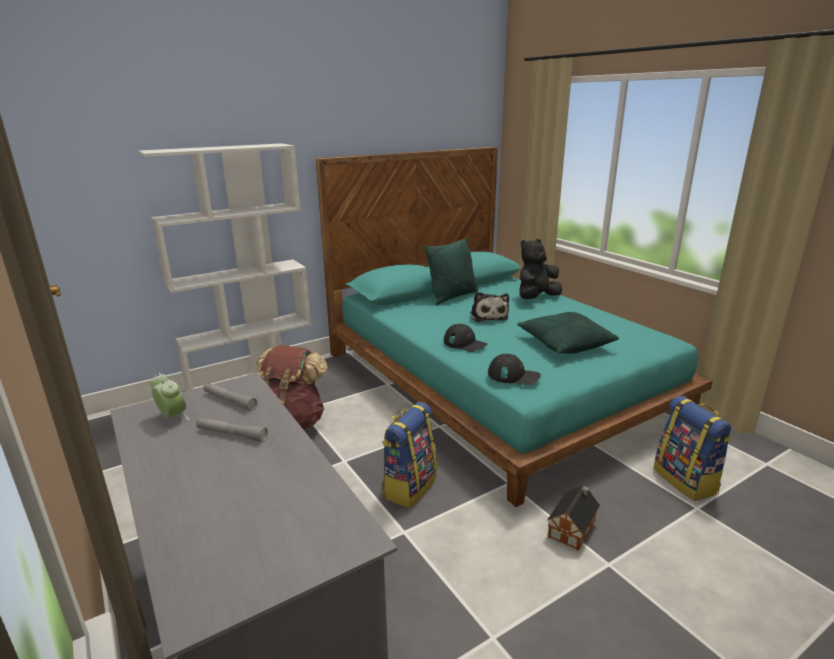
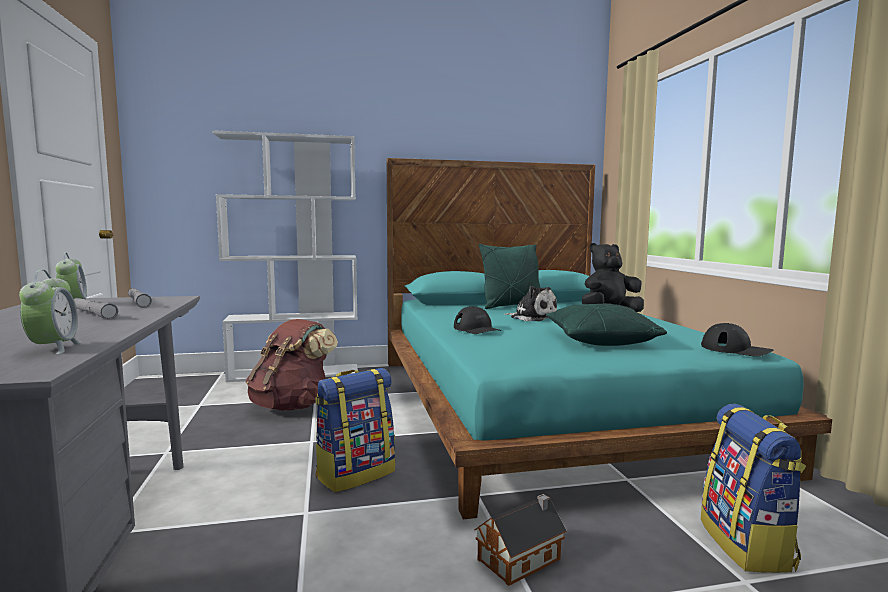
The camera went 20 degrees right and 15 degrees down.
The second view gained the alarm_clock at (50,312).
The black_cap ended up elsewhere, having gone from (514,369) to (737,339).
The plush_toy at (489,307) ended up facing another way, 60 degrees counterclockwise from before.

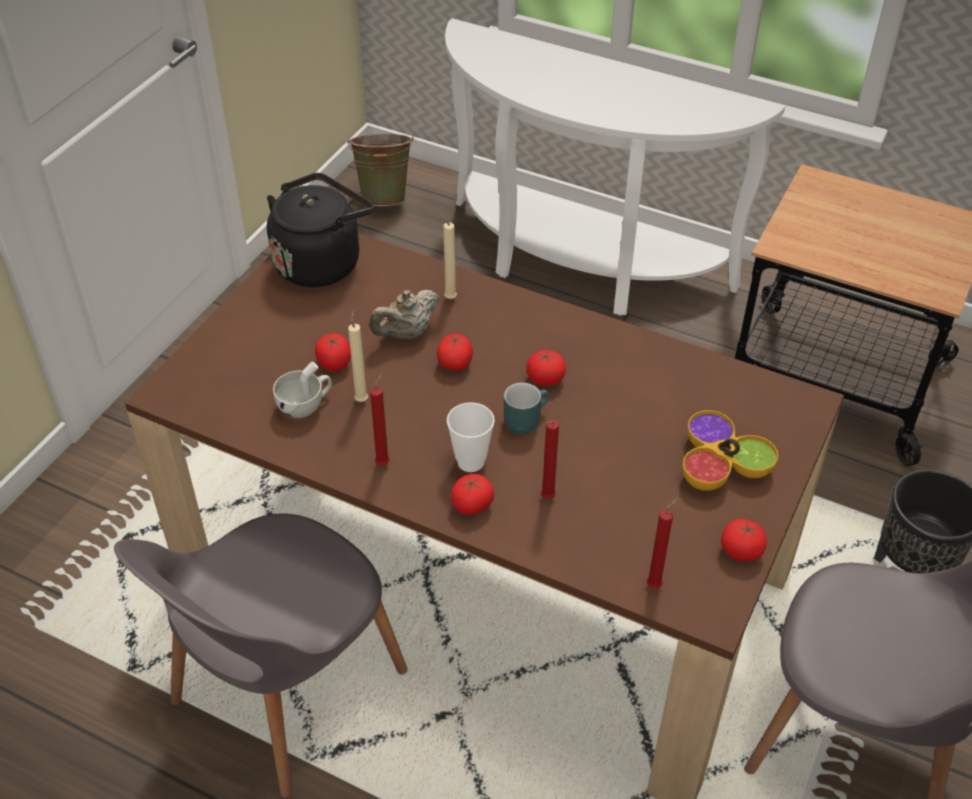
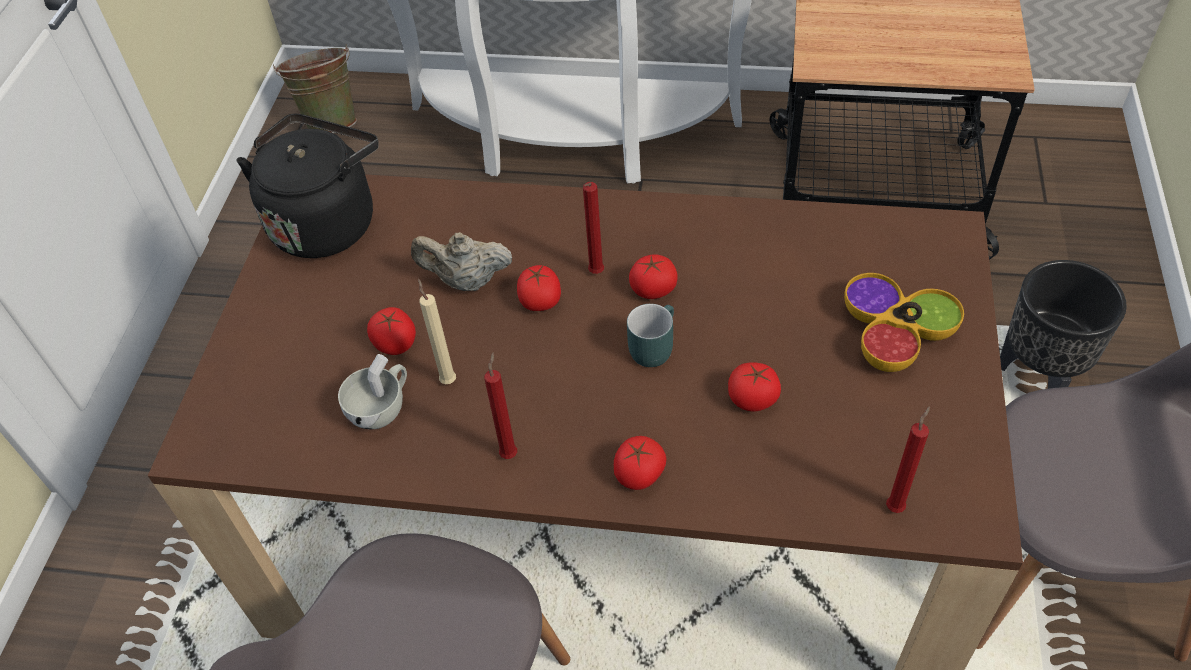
The camera went 15 degrees left and 5 degrees up.
The second view lost the beige_candle at (448,256).
The second view lost the cup at (471,437).
The red_candle ended up elsewhere, having gone from (550,459) to (593,228).
The tomato ended up elsewhere, having gone from (744,540) to (754,386).
The beige_teapot at (404,314) ended up facing another way, 60 degrees clockwise from before.

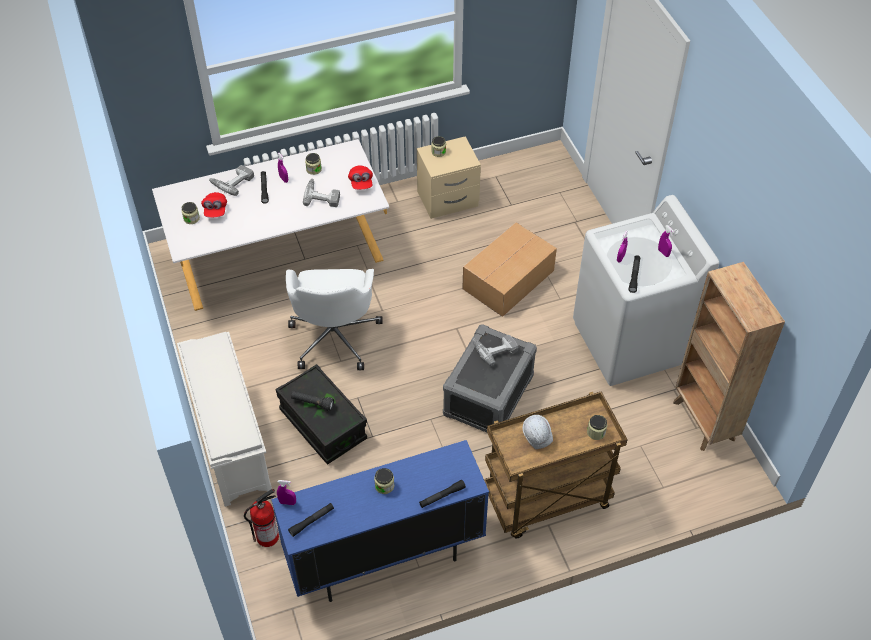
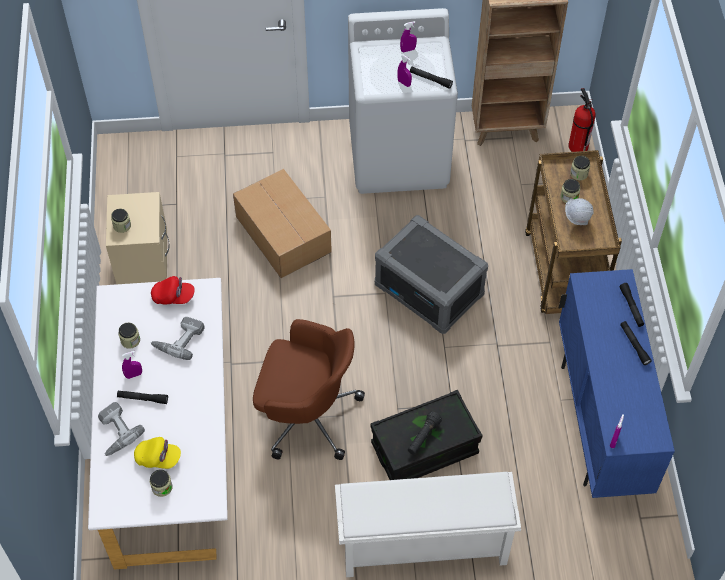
The camera went 75 degrees left and 5 degrees up.
The second view lost the power_drill at (495,350).
The fire_extinguisher ended up elsewhere, having gone from (261,518) to (582,120).
The black_flashlight ended up elsewhere, having gone from (311,520) to (636,343).
The jar ended up elsewhere, having gone from (384,481) to (570,191).
What was the red_cap at (214,205) turned into the yellow_cap at (157,453).
What was the white_office_chair at (334,319) turned into the brown_office_chair at (309,389).

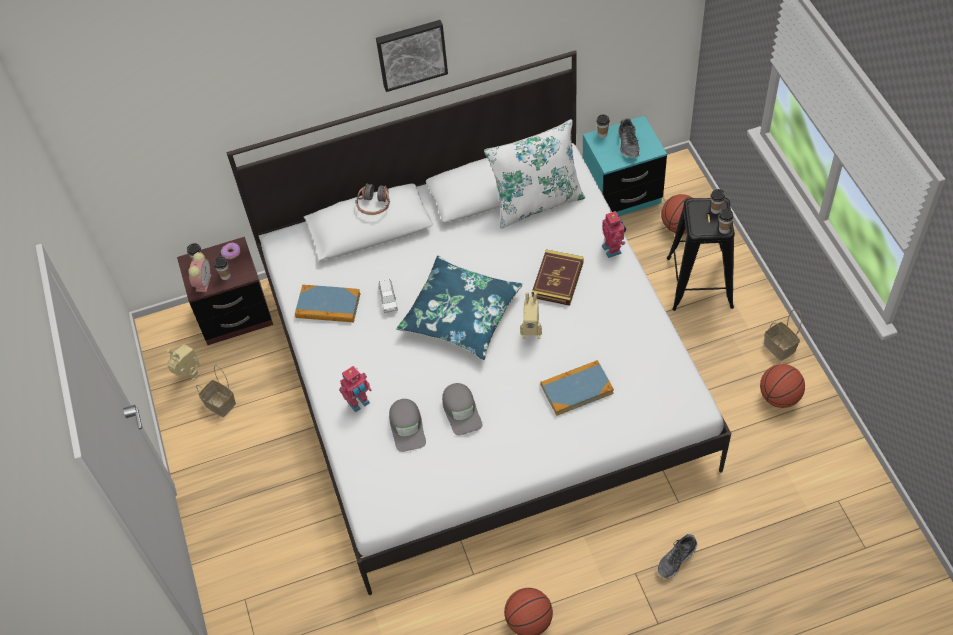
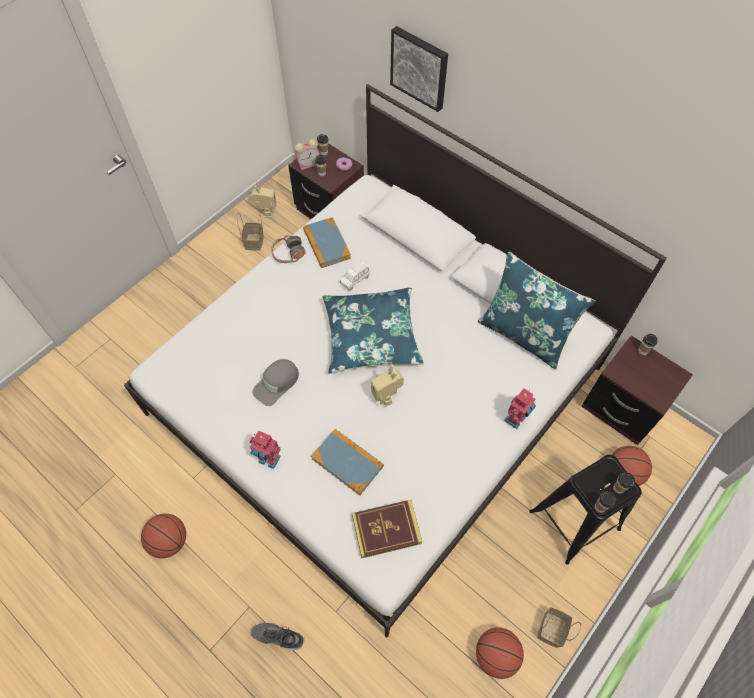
The camera went 55 degrees right and 5 degrees up.
The second view lost the grey_cap at (407,425).
The second view lost the shoe at (629,138).
The toy_robot ended up elsewhere, having gone from (355,389) to (265,449).
The headphones ended up elsewhere, having gone from (372,199) to (288,249).
The picture ended up elsewhere, having gone from (412,56) to (419,69).
The book ended up elsewhere, having gone from (558,277) to (387,529).
What was the white_pillow at (534,174) turned into the blue_pillow at (536,311).
What was the turquoise_nightstand at (625,166) turned into the brown_nightstand at (637,390).

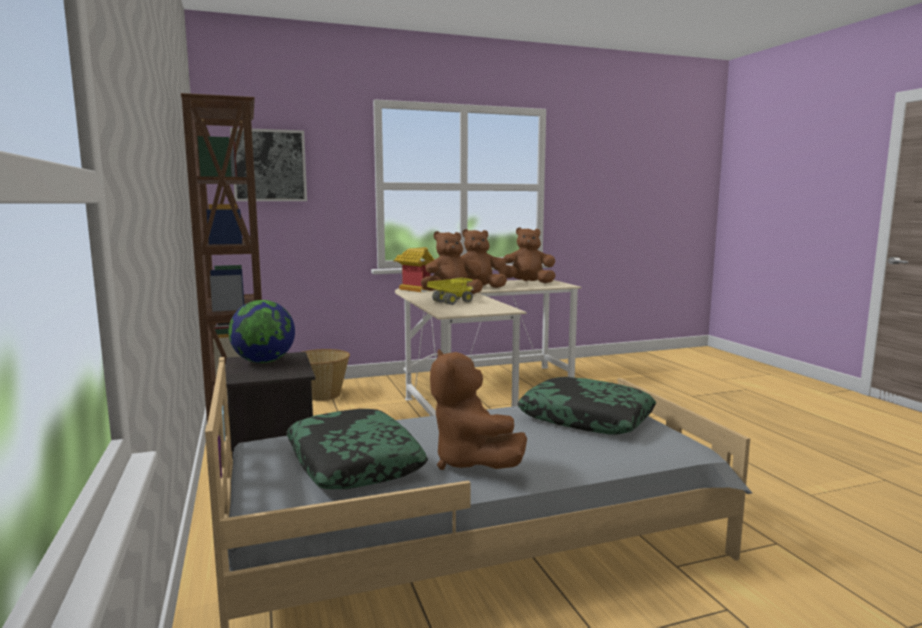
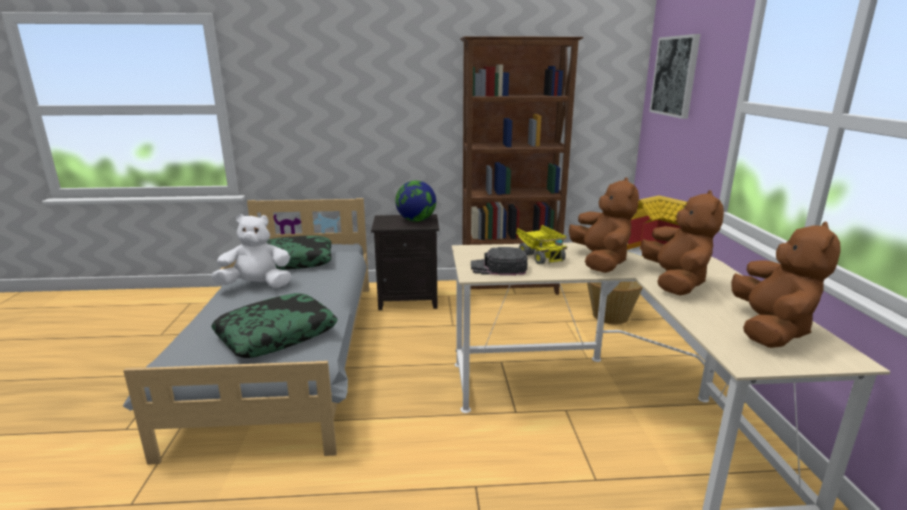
The camera went 105 degrees right and 10 degrees up.
The second view gained the black_cap at (499,261).
What was the brown_plush_toy at (478,409) turned into the white_plush_toy at (251,251).

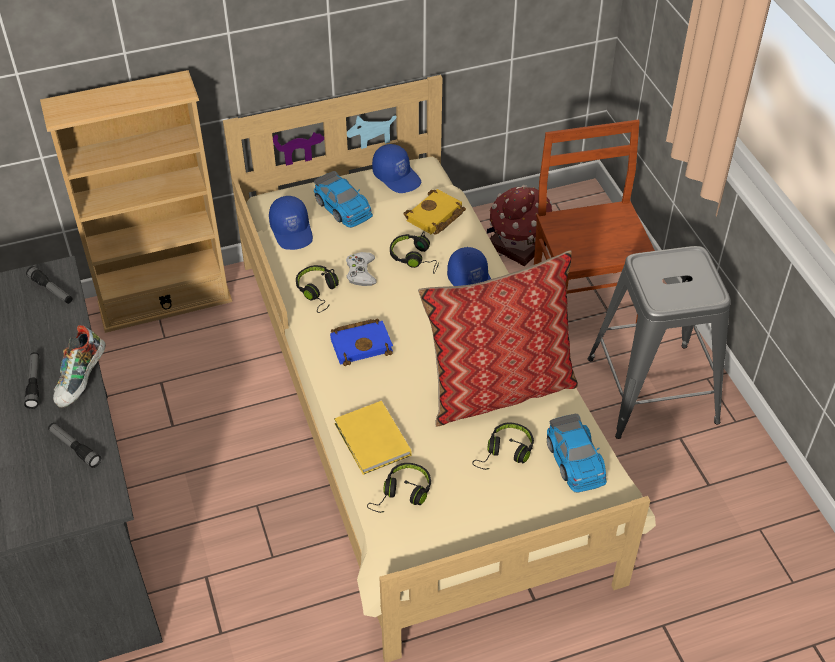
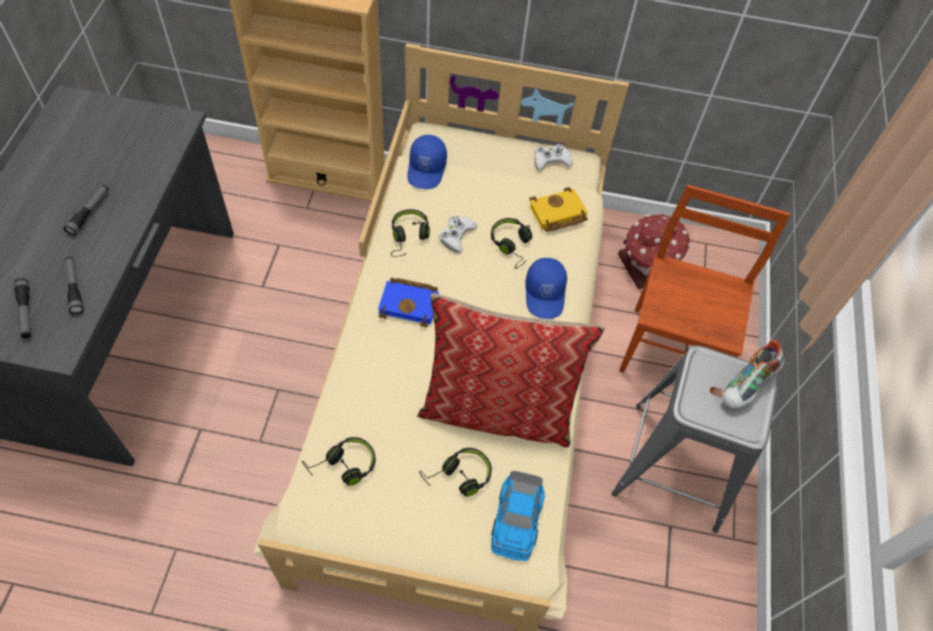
The camera went 25 degrees right and 10 degrees up.
The second view lost the toy_car at (343,199).
The second view lost the yellow_book at (373,438).
The flashlight ended up elsewhere, having gone from (49,285) to (22,308).
The shoe ended up elsewhere, having gone from (79,366) to (753,374).
Where the blue_cap stood at (396,168), the white_game_controller came to stand at (554,157).

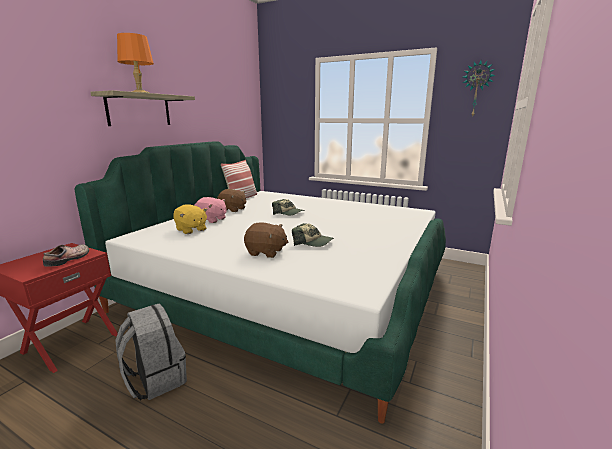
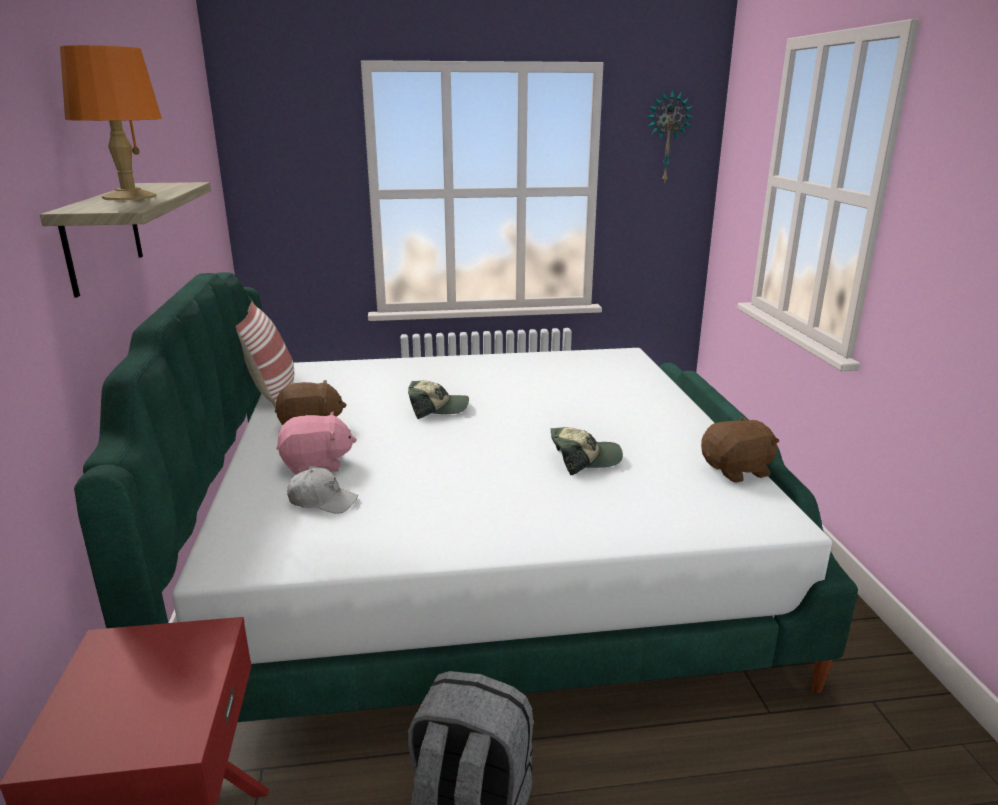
The camera went 35 degrees left and 5 degrees up.
The second view lost the shoe at (66,255).
The brown_plush_toy ended up elsewhere, having gone from (266,240) to (740,449).
Where the yellow_plush_toy stood at (190,219), the white_cap came to stand at (322,491).

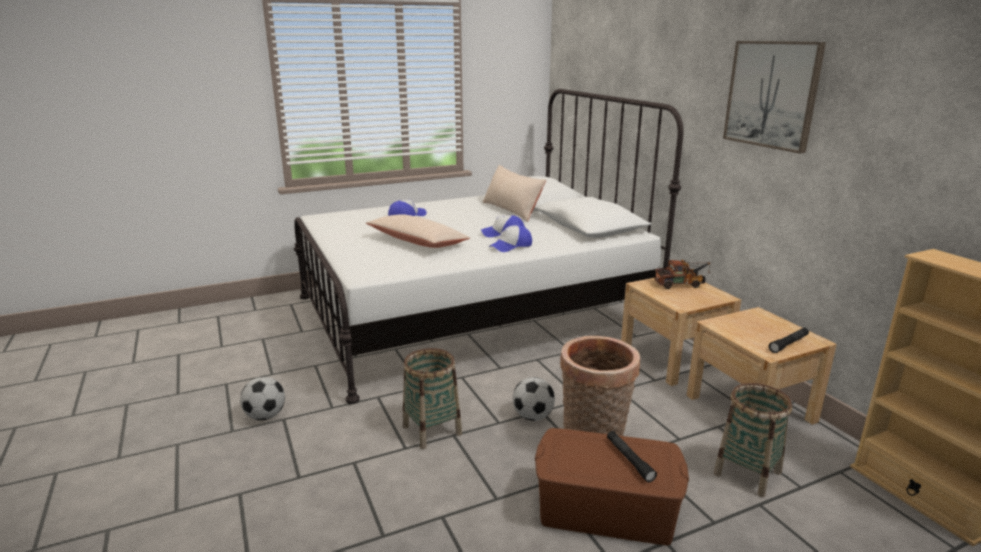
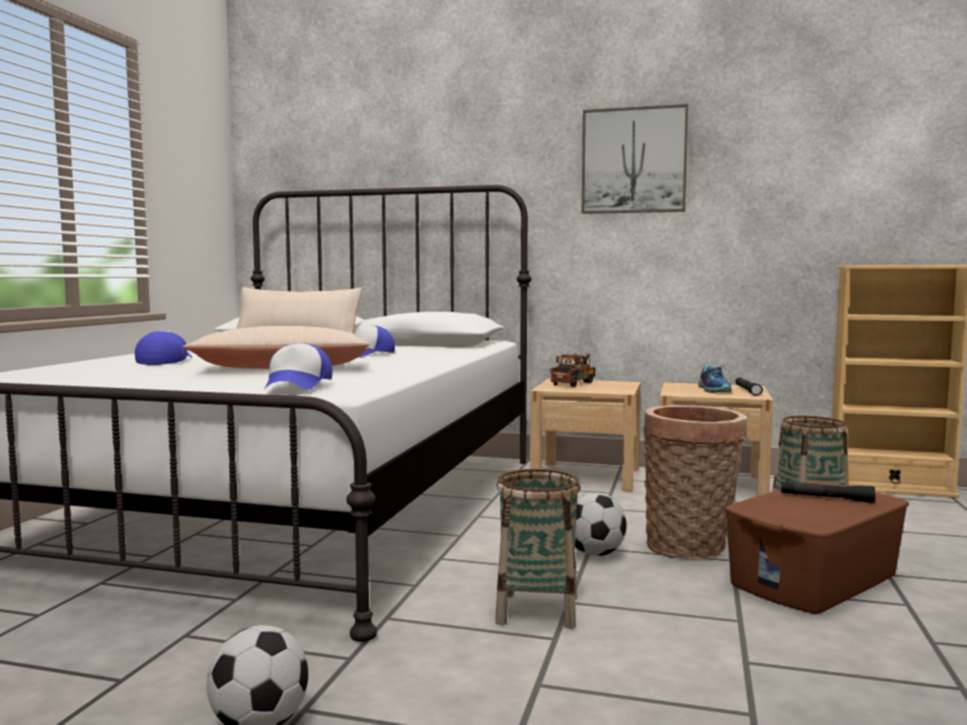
The camera went 50 degrees left and 15 degrees down.
The second view gained the shoe at (715,378).
The cap ended up elsewhere, having gone from (510,238) to (298,366).

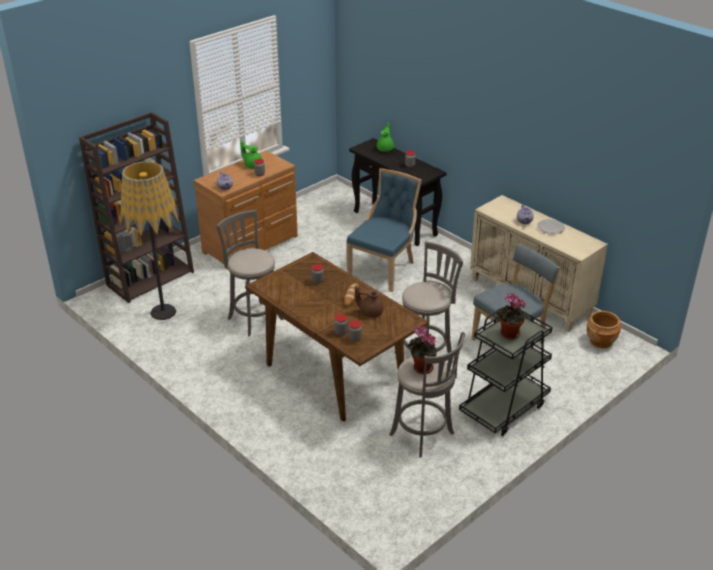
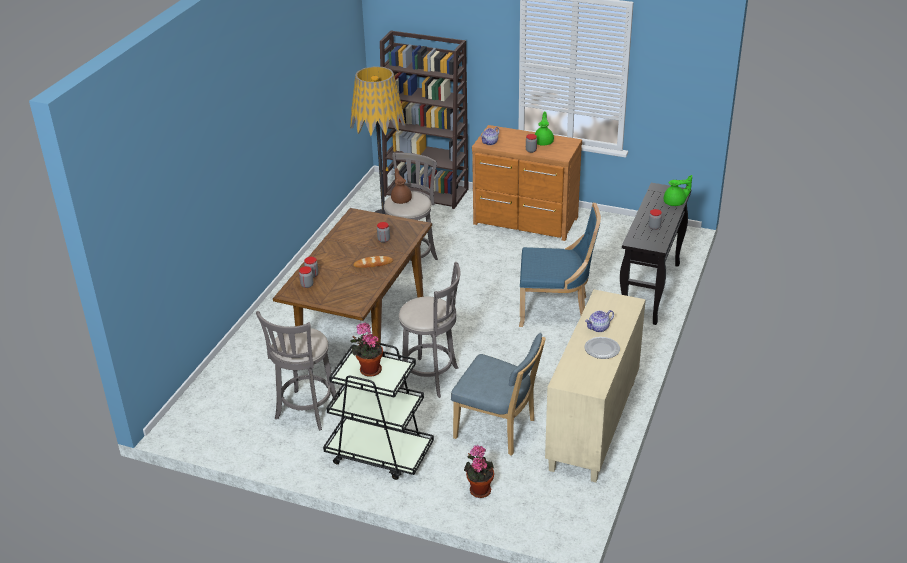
The camera went 65 degrees right and 0 degrees up.
The second view lost the brown_planter at (604,329).
The brown_teapot ended up elsewhere, having gone from (369,302) to (401,186).
The potted_plant ended up elsewhere, having gone from (422,349) to (479,471).

